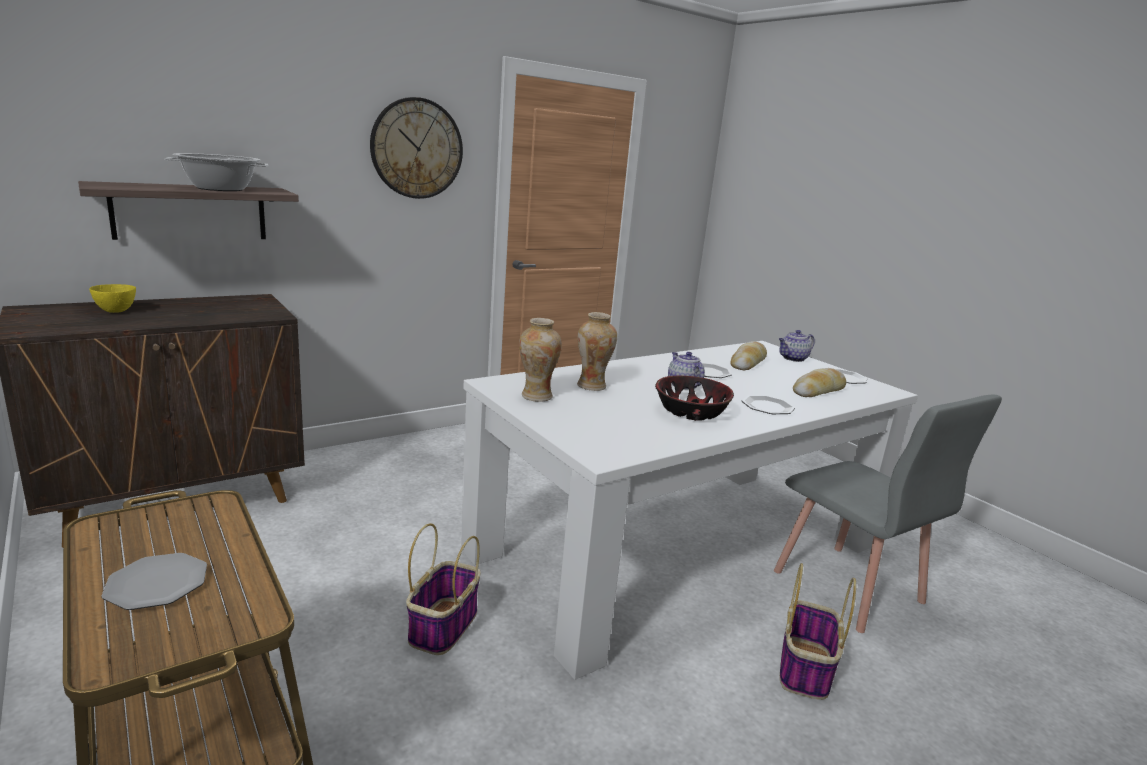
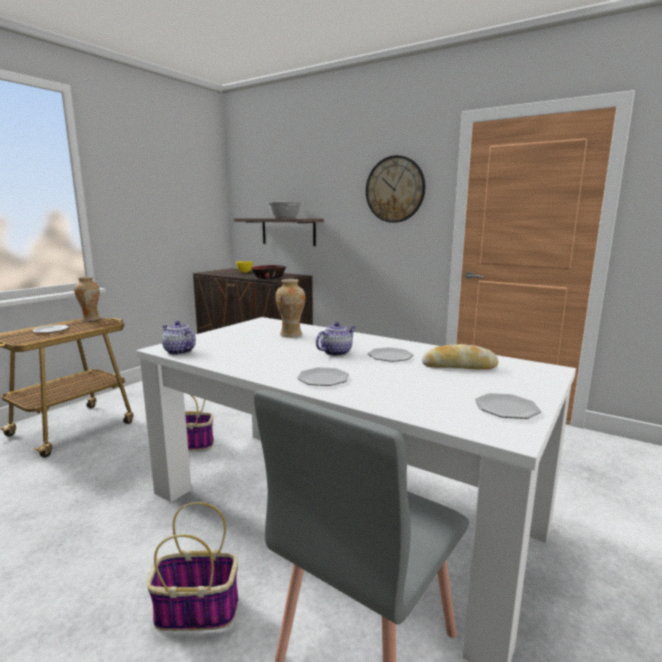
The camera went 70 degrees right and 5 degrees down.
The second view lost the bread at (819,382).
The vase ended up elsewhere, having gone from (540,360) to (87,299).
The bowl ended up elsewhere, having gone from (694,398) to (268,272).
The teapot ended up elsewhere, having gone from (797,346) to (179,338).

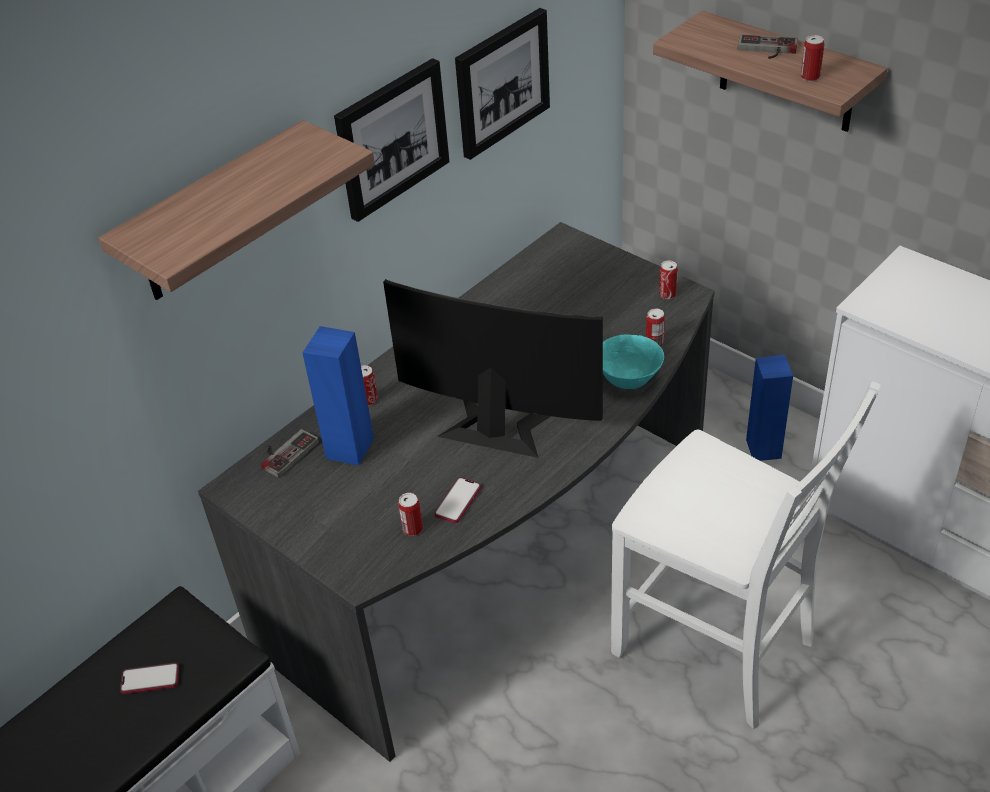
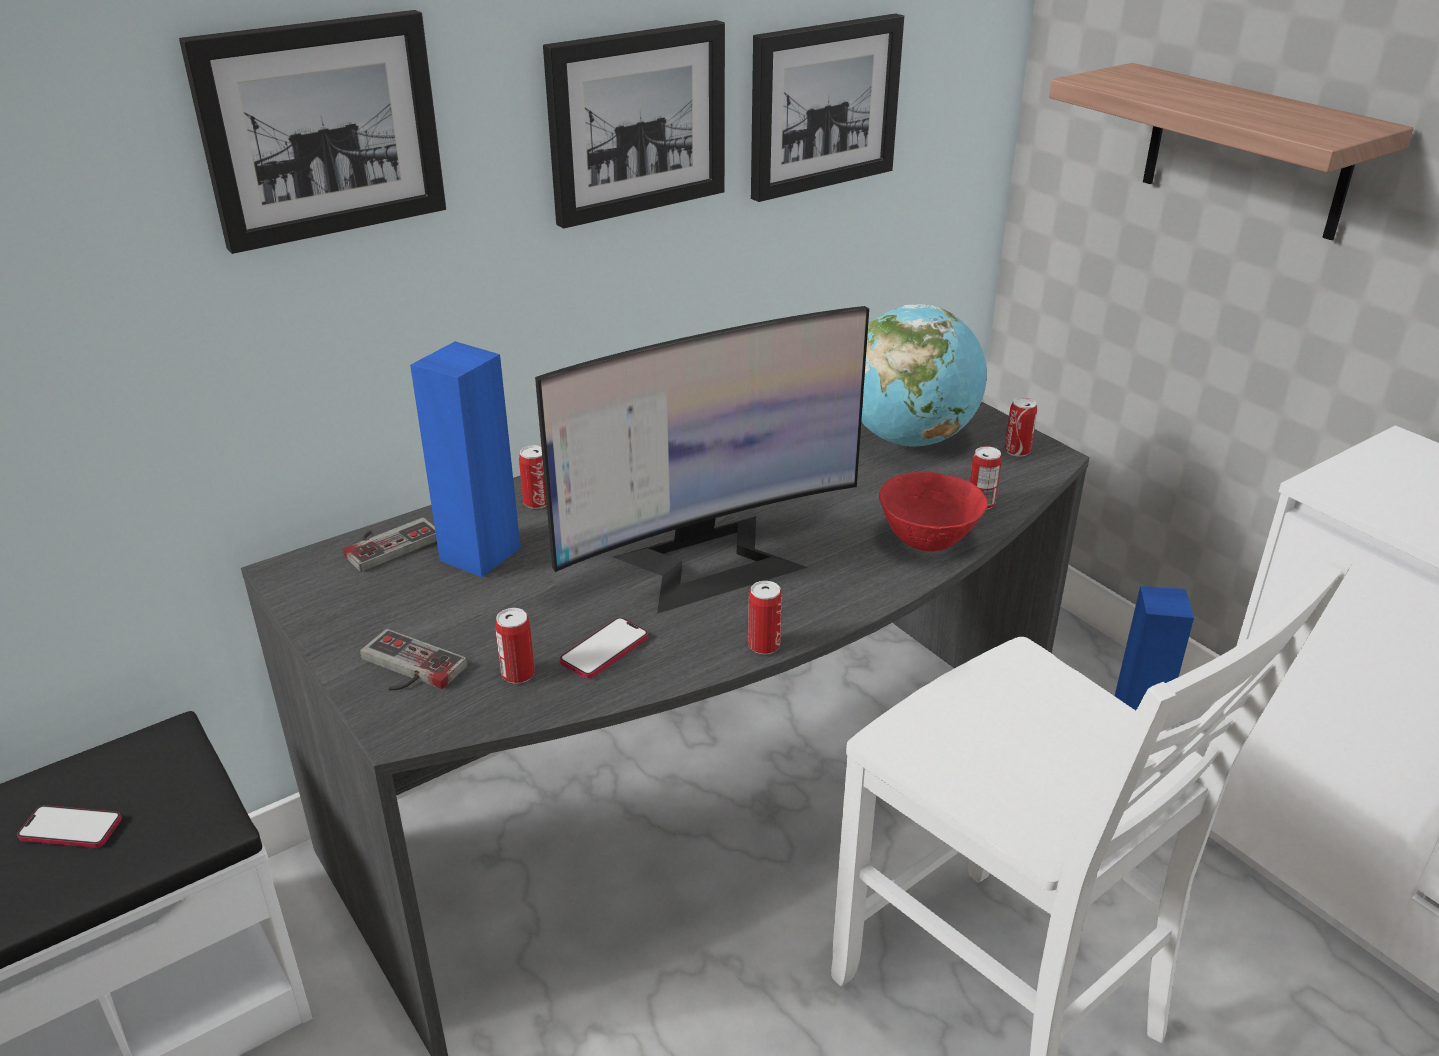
The camera went 10 degrees right and 10 degrees down.
The second view gained the globe at (924,375).
The game_controller ended up elsewhere, having gone from (768,46) to (413,659).
The can ended up elsewhere, having gone from (812,58) to (765,617).
Where the shelf hung at (236,210), the picture came to hang at (312,132).
What was the turquoise_bowl at (633,361) turned into the red_bowl at (933,512).
The monitor at (493,368) ended up facing another way, 120 degrees clockwise from before.

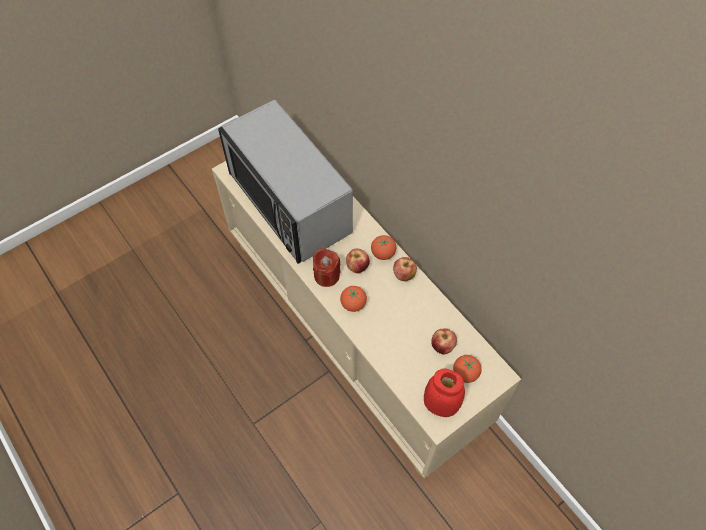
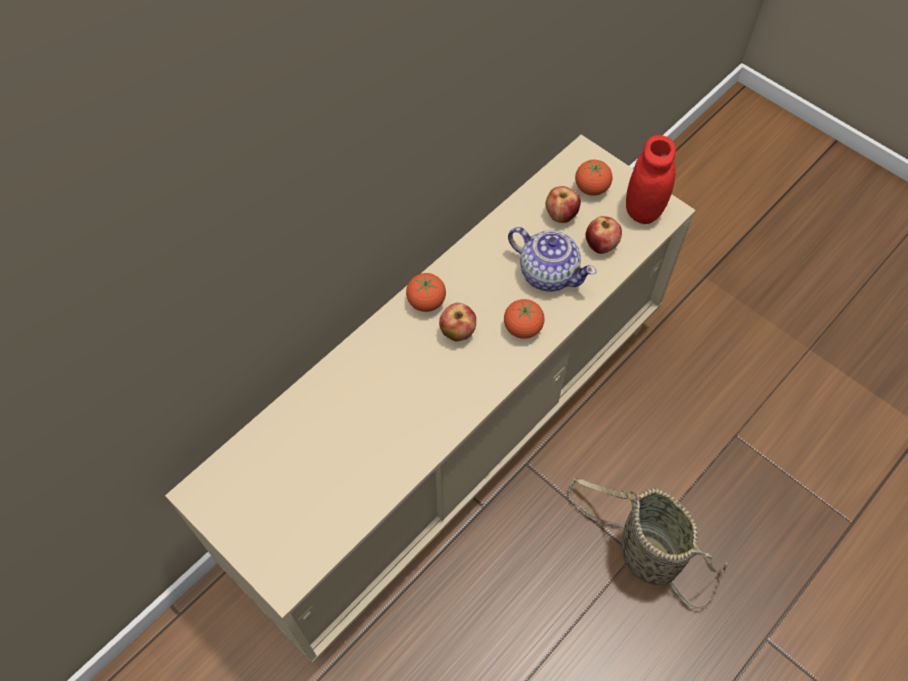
The camera went 100 degrees left and 0 degrees up.
The second view lost the microwave at (285,182).
The second view lost the red_candle at (326,267).
The second view gained the teapot at (552,259).
The second view gained the basket at (648,543).
The apple ended up elsewhere, having gone from (405,269) to (604,235).

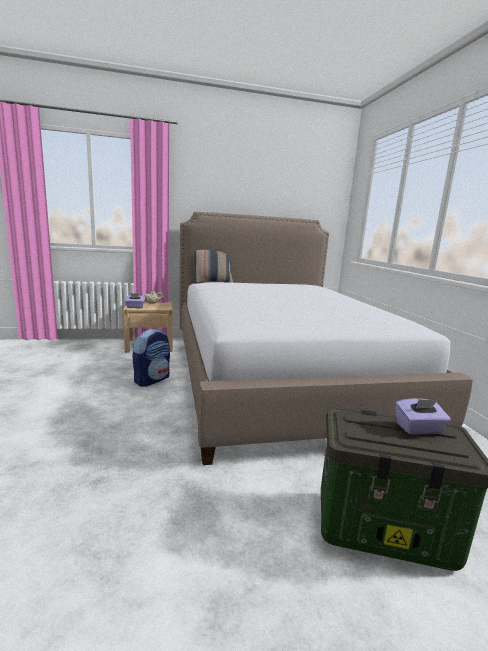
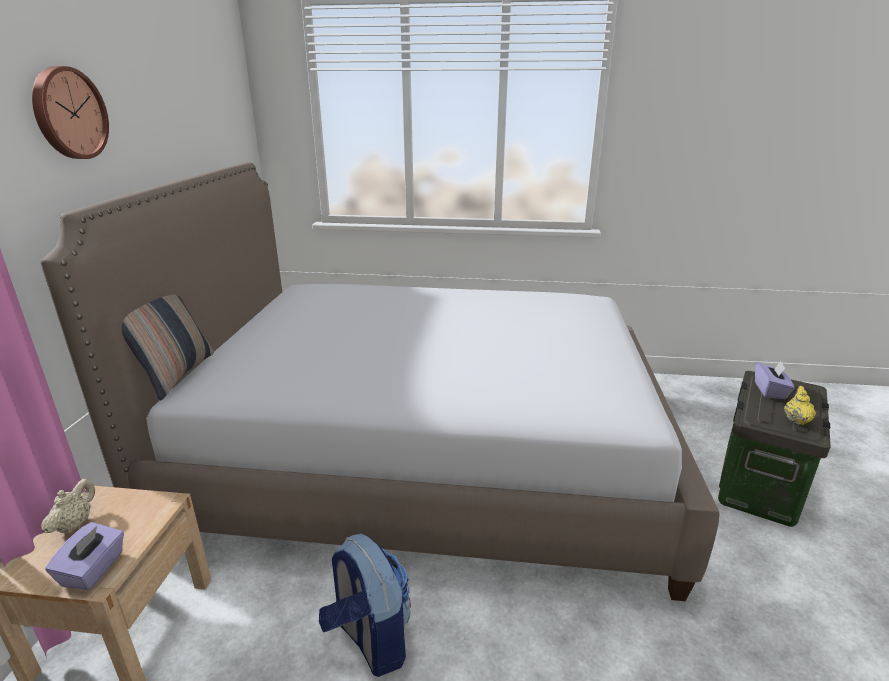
The camera went 70 degrees left and 10 degrees up.
The second view gained the wall_clock at (70,112).
The second view gained the yellow_teapot at (800,405).

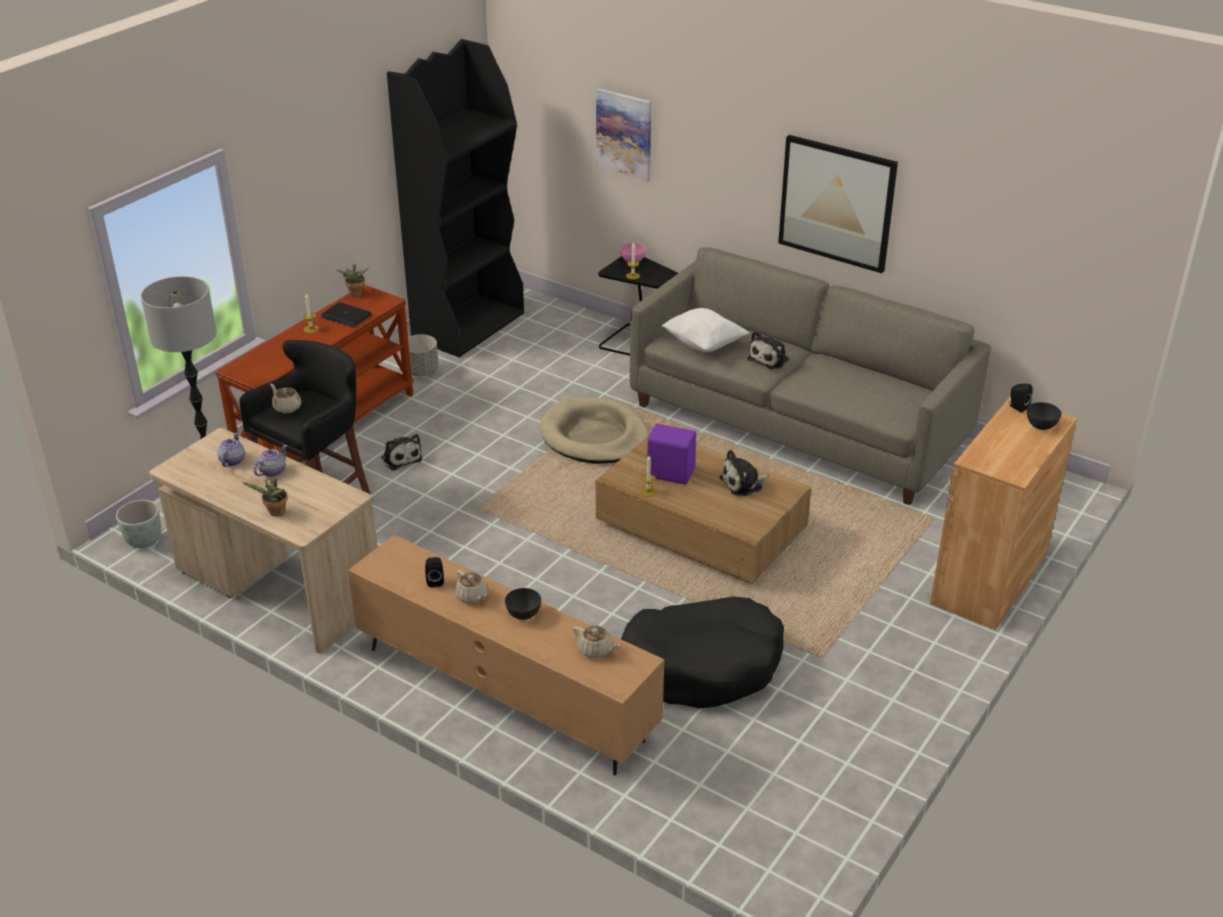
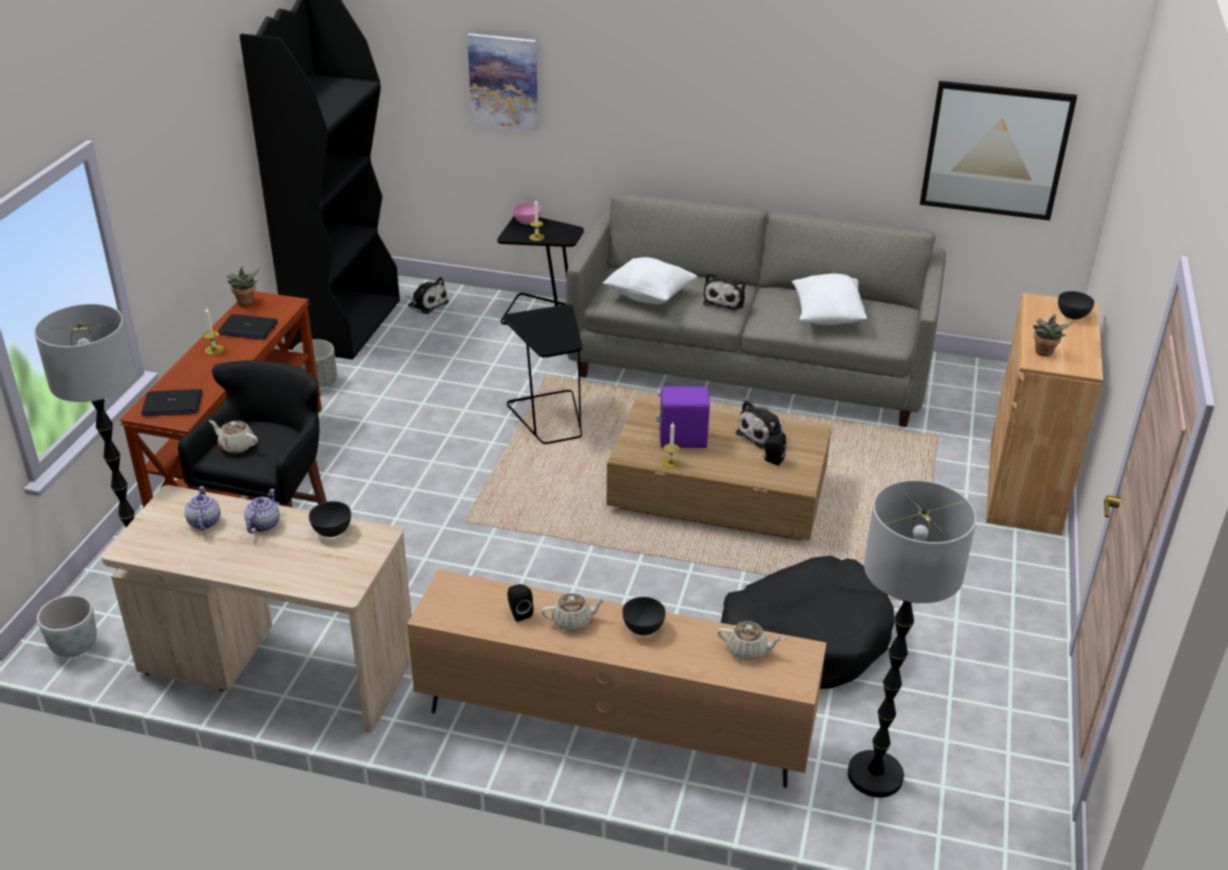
The camera went 20 degrees left and 0 degrees up.
The second view gained the laptop at (172,402).
The second view gained the grey_bowl at (330,519).
The second view gained the white_pillow at (829,299).
The second view gained the floor_lamp at (912,638).
The potted_plant ended up elsewhere, having gone from (265,498) to (1053,335).
The plush_toy ended up elsewhere, having gone from (401,452) to (427,295).
The picture ended up elsewhere, having gone from (838,204) to (998,151).
The black_speaker ended up elsewhere, having gone from (1021,398) to (774,450).
Where the beige_dog_bed stood at (594,430), the black_side_table came to stand at (542,374).
The beige_teapot at (471,586) ended up facing another way, 45 degrees counterclockwise from before.

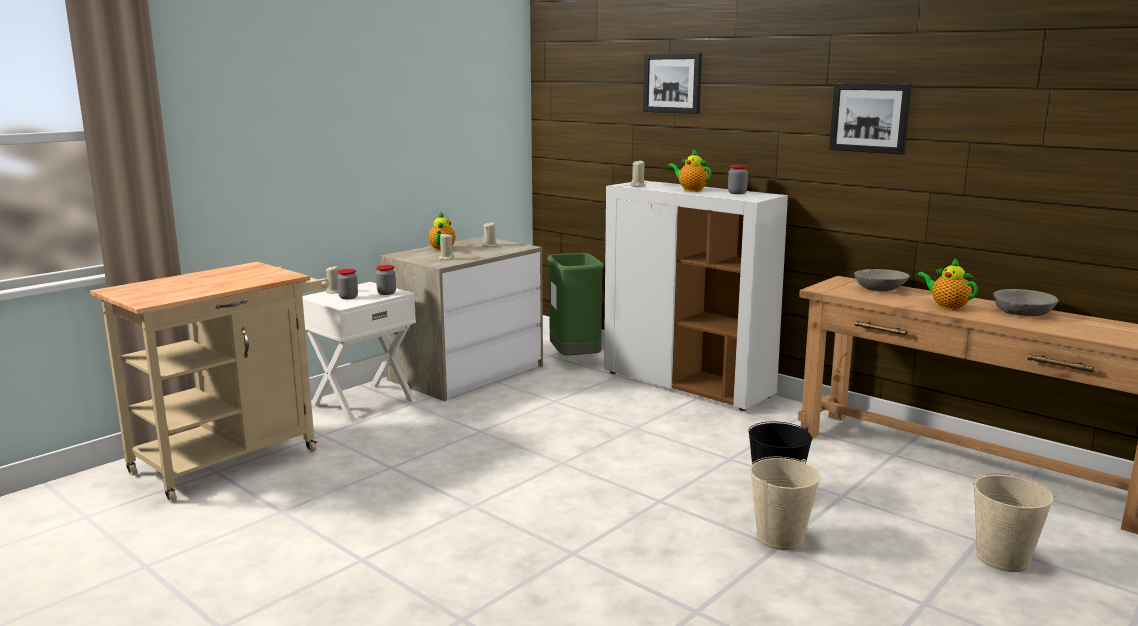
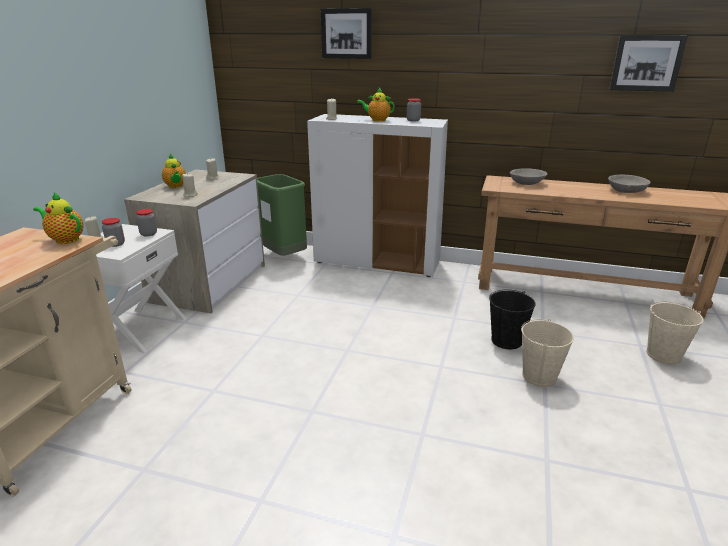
The camera went 25 degrees left and 10 degrees up.
The picture ended up elsewhere, having gone from (870,119) to (649,63).
The teapot ended up elsewhere, having gone from (947,284) to (58,218).

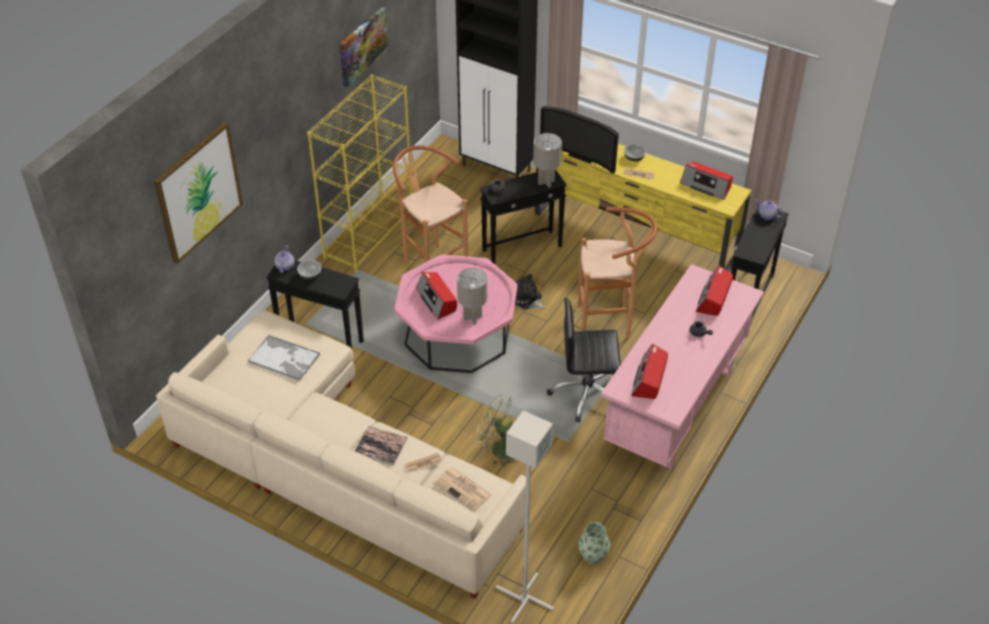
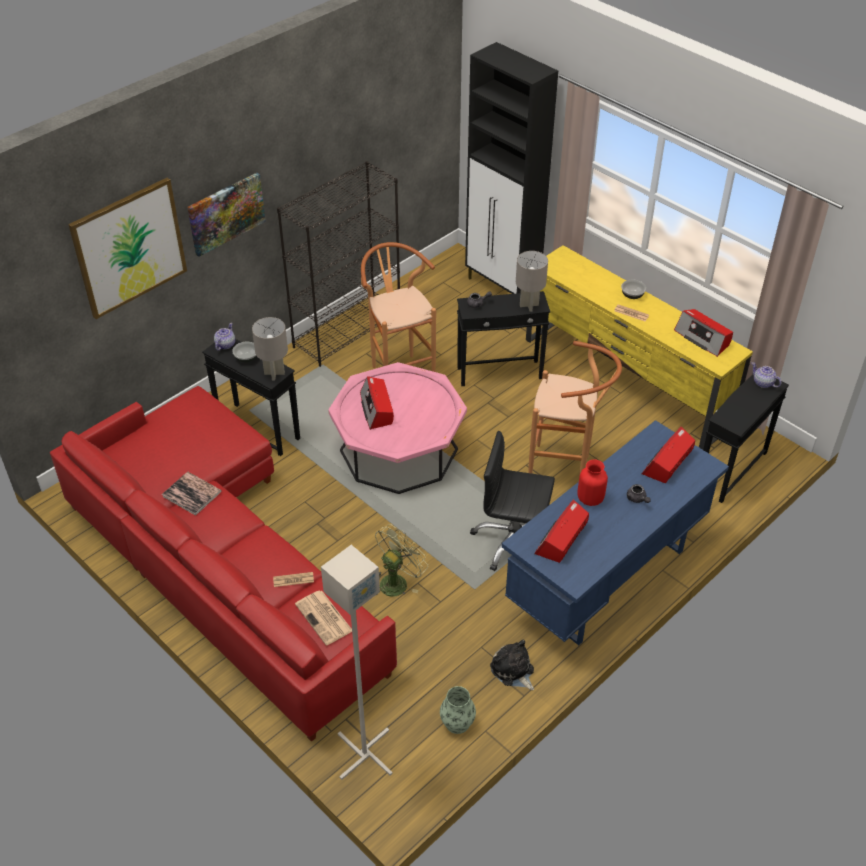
The camera went 15 degrees right and 0 degrees up.
The second view lost the tray at (284,358).
The second view lost the television at (579,140).
The second view gained the red_vase at (592,482).
The picture ended up elsewhere, having gone from (364,47) to (226,214).
The book ended up elsewhere, having gone from (381,446) to (192,494).
The grey_table_lamp ended up elsewhere, having gone from (472,296) to (270,348).
The plush_toy ended up elsewhere, having gone from (530,291) to (512,665).
What was the beige_sofa at (341,454) turned into the red_sofa at (223,564).
What was the yellow_bookcase at (359,173) turned into the black_bookcase at (338,264).
What was the pink_desk at (682,367) turned into the blue_desk at (615,533).
The green_fan at (496,430) ended up facing another way, 90 degrees clockwise from before.

